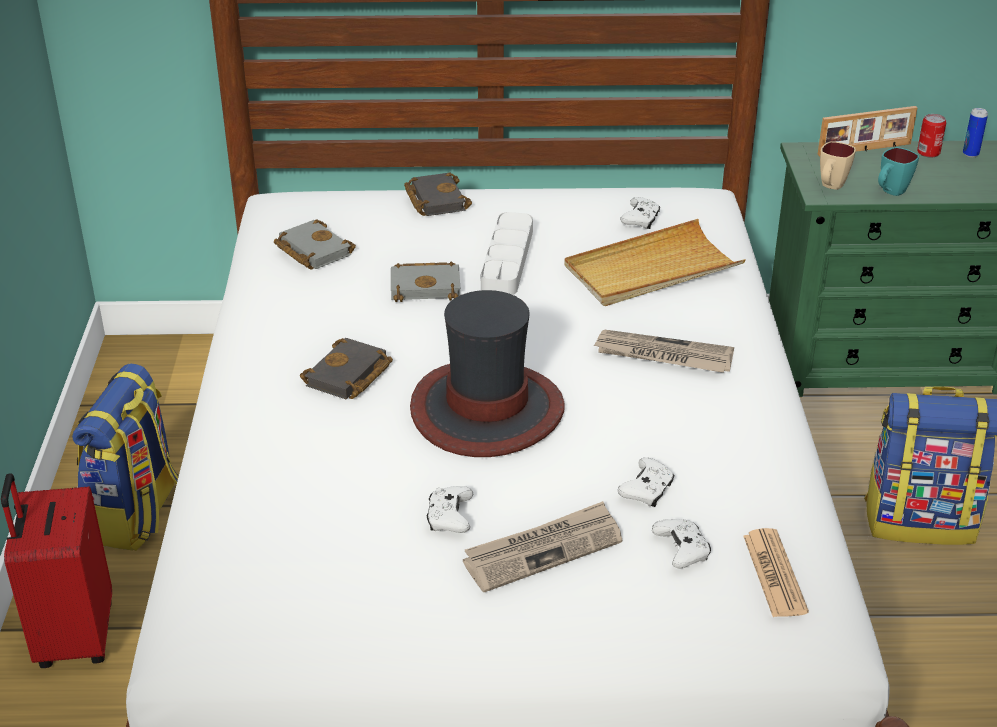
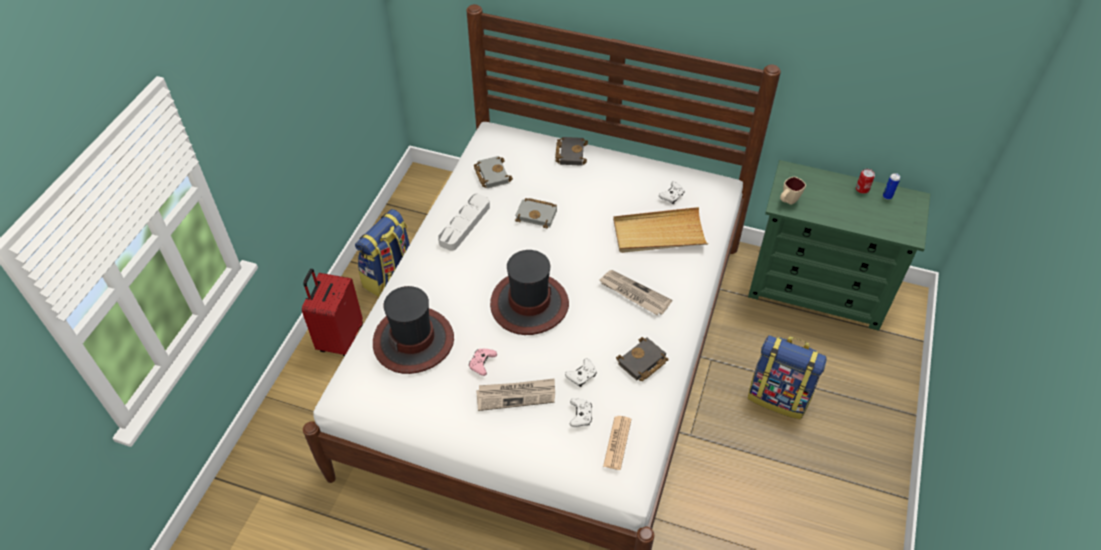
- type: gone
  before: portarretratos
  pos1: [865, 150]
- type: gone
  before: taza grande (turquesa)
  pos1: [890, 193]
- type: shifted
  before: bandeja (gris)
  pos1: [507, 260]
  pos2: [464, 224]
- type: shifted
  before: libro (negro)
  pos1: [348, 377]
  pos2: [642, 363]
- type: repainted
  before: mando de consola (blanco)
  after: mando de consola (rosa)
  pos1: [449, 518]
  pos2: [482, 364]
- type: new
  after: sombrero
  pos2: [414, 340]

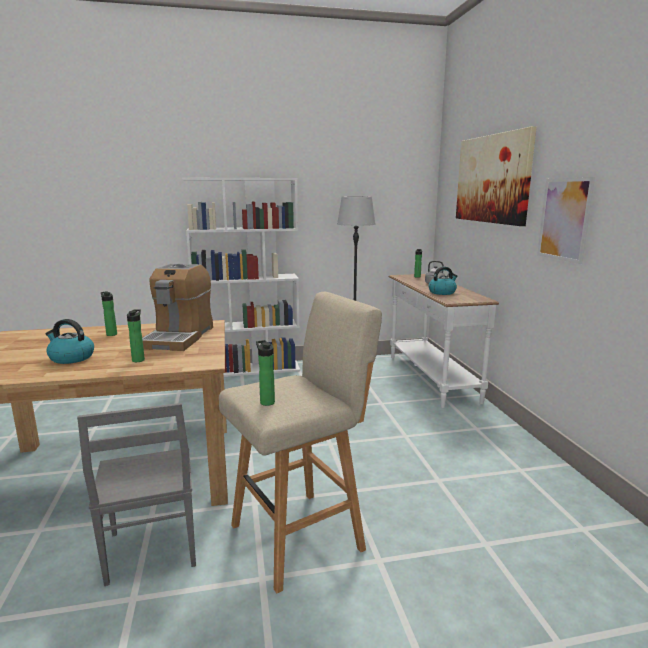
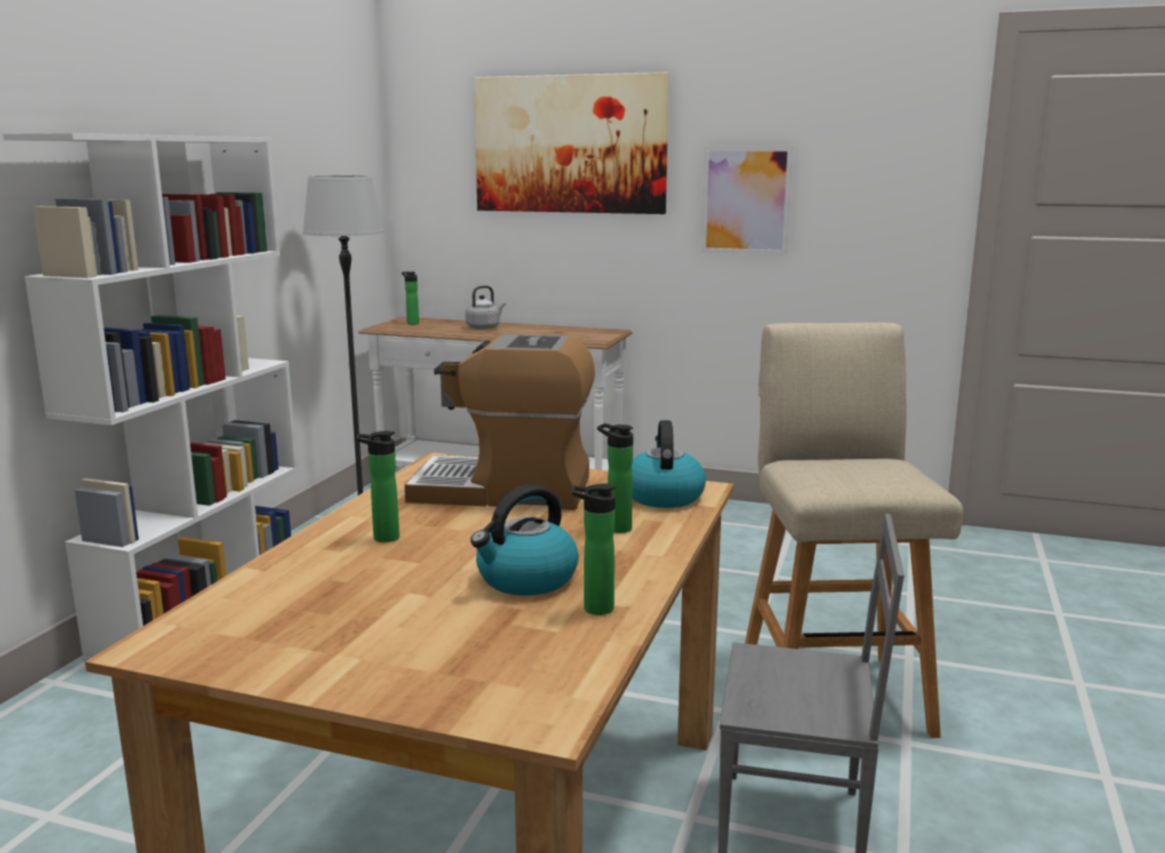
- type: rotated
  before: cafetera
  pos1: [179, 337]
  pos2: [505, 490]
  turn: 150
- type: shifted
  before: hervidor
  pos1: [442, 292]
  pos2: [663, 496]
- type: shifted
  before: botella
  pos1: [266, 402]
  pos2: [593, 608]

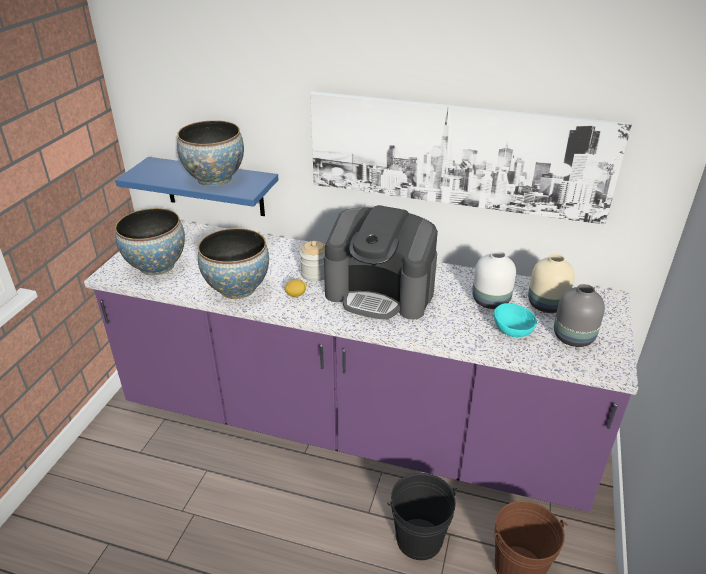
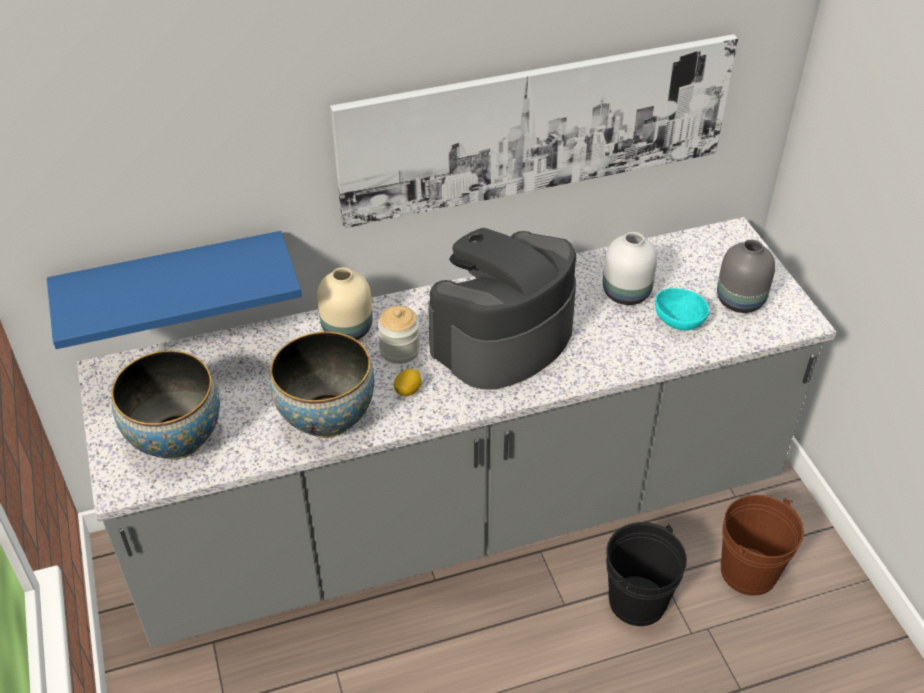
- type: gone
  before: cuenco
  pos1: [215, 179]
- type: rotated
  before: cafetera
  pos1: [380, 292]
  pos2: [502, 339]
  turn: 150
- type: repainted
  before: mueble bajo de cocina (morado)
  after: mueble bajo de cocina (gris)
  pos1: [353, 426]
  pos2: [462, 514]
- type: shifted
  before: florero (beis)
  pos1: [546, 305]
  pos2: [347, 330]

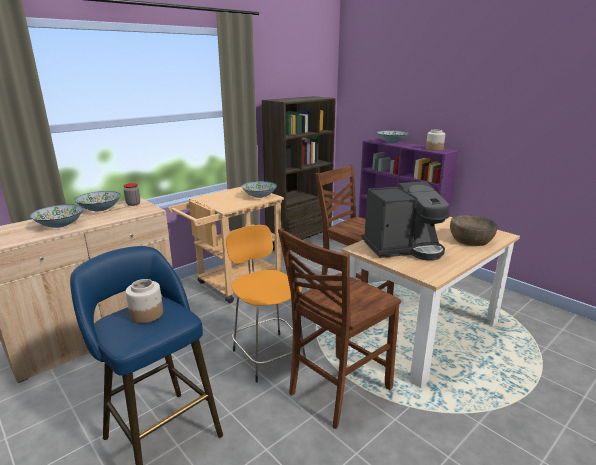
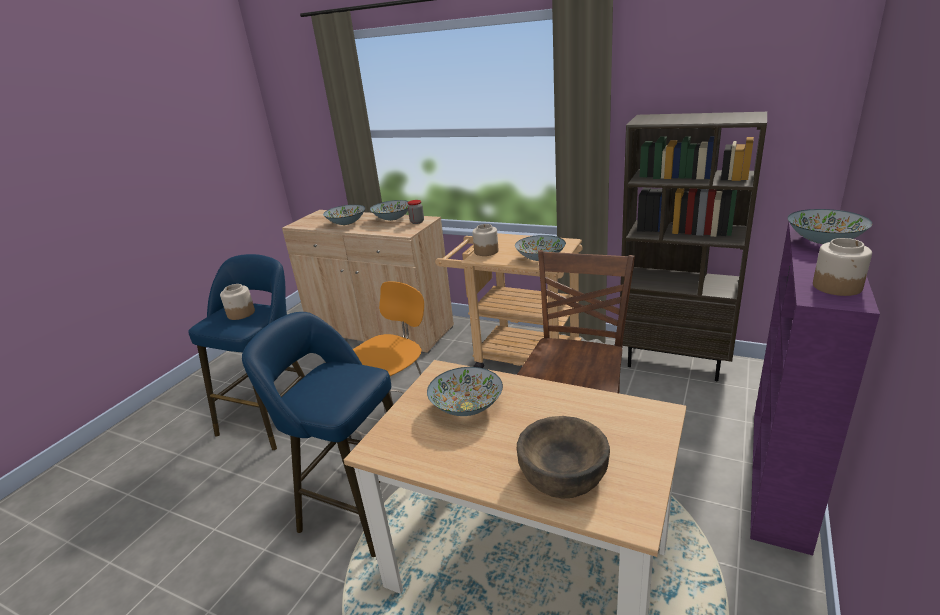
- type: swapped
  before: cafetera
  after: cuenco
  pos1: [403, 248]
  pos2: [467, 407]
- type: swapped
  before: silla (marrón)
  after: taburete (azul)
  pos1: [337, 390]
  pos2: [355, 506]
- type: new
  after: tarro
  pos2: [486, 251]

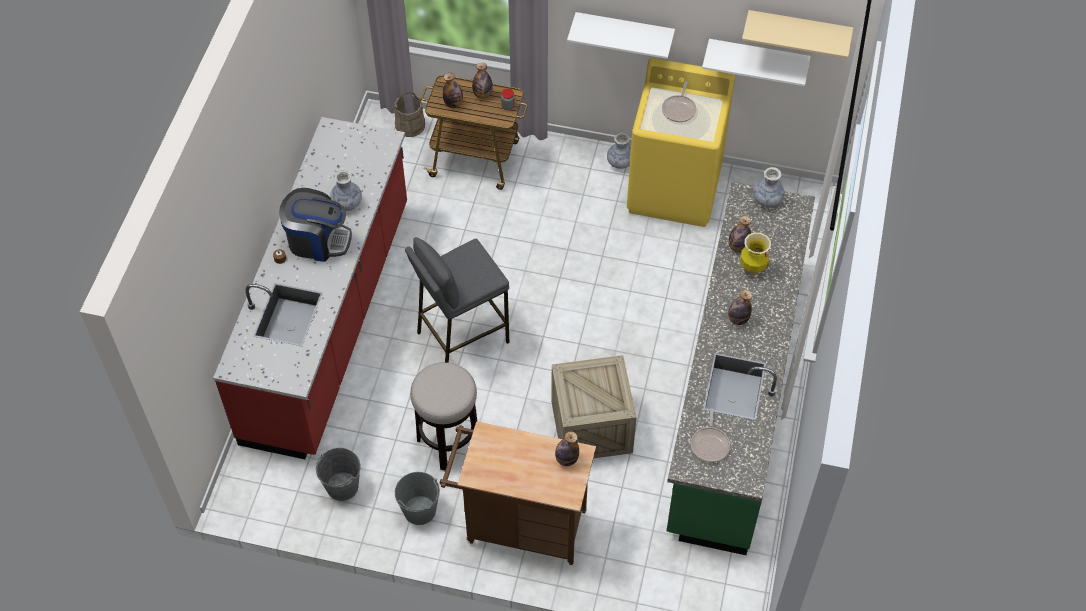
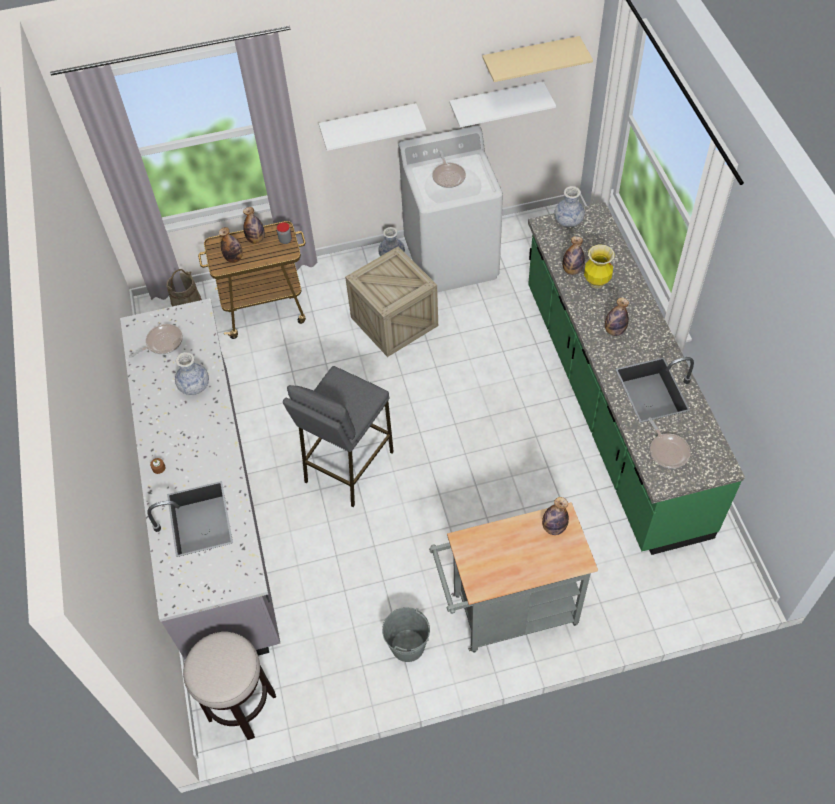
- type: repainted
  before: lavadora (amarillo)
  after: lavadora (blanco)
  pos1: [675, 189]
  pos2: [452, 259]
- type: repainted
  before: mueble bajo de cocina (rojo)
  after: mueble bajo de cocina (gris)
  pos1: [329, 321]
  pos2: [215, 510]
- type: gone
  before: cafetera
  pos1: [317, 240]
- type: shifted
  before: caja de embalaje
  pos1: [591, 426]
  pos2: [394, 321]
- type: shifted
  before: taburete
  pos1: [448, 442]
  pos2: [241, 706]
- type: repainted
  before: carrito (marrón)
  after: carrito (gris)
  pos1: [519, 525]
  pos2: [507, 612]
- type: gone
  before: cubo (gris)
  pos1: [342, 486]
- type: new
  after: sartén
  pos2: [162, 343]

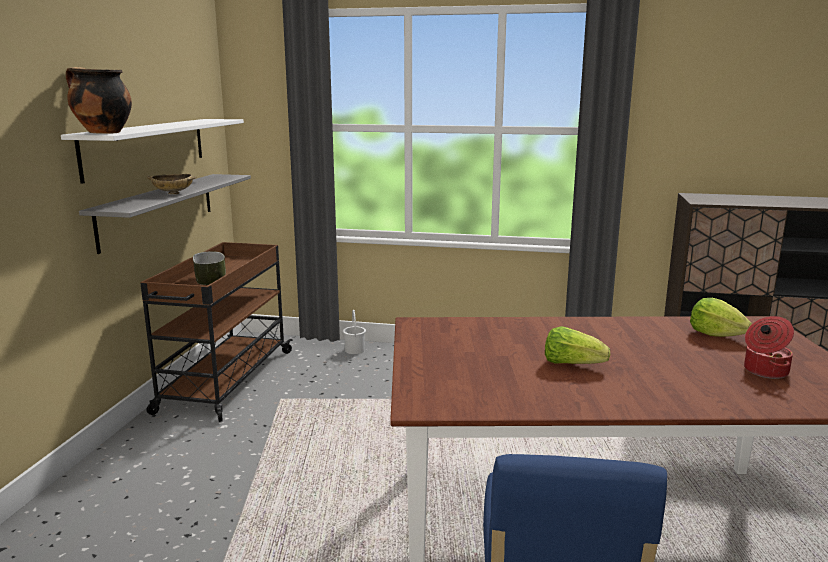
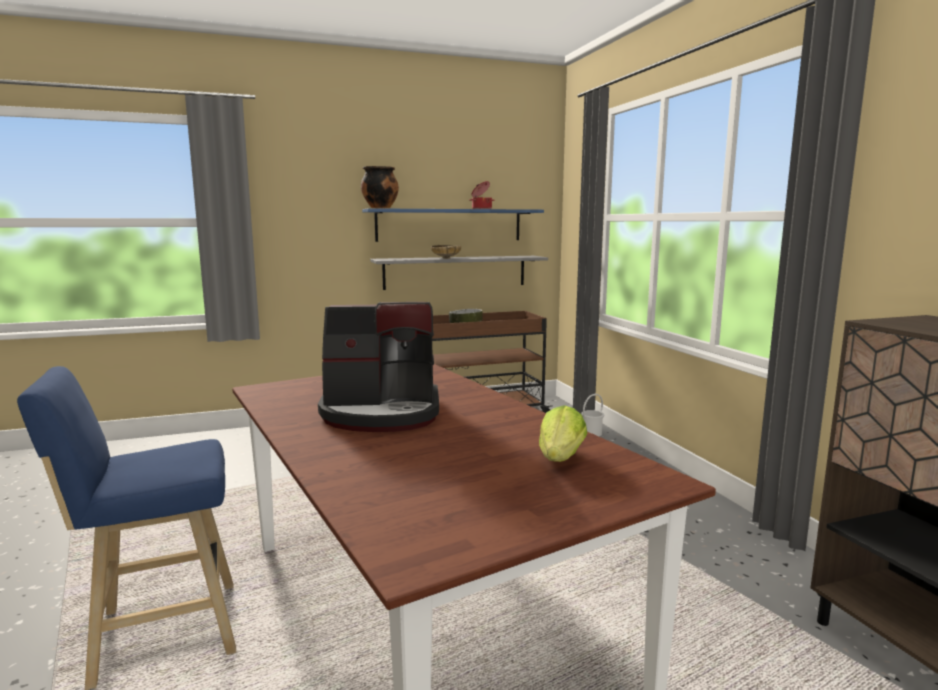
- type: repainted
  before: estante (blanco)
  after: estante (azul)
  pos1: [147, 147]
  pos2: [449, 225]
- type: shifted
  before: olla
  pos1: [764, 371]
  pos2: [481, 209]
- type: swapped
  before: lechuga
  after: cafetera
  pos1: [571, 364]
  pos2: [382, 413]

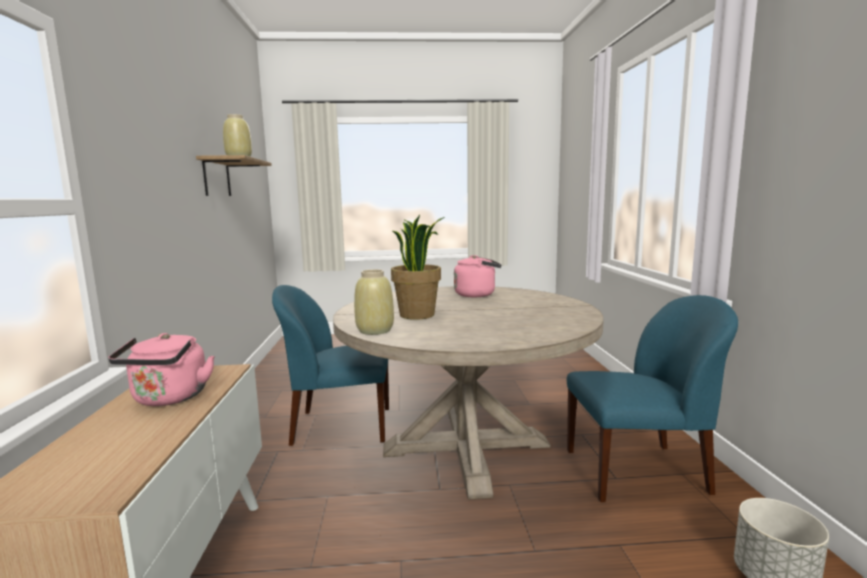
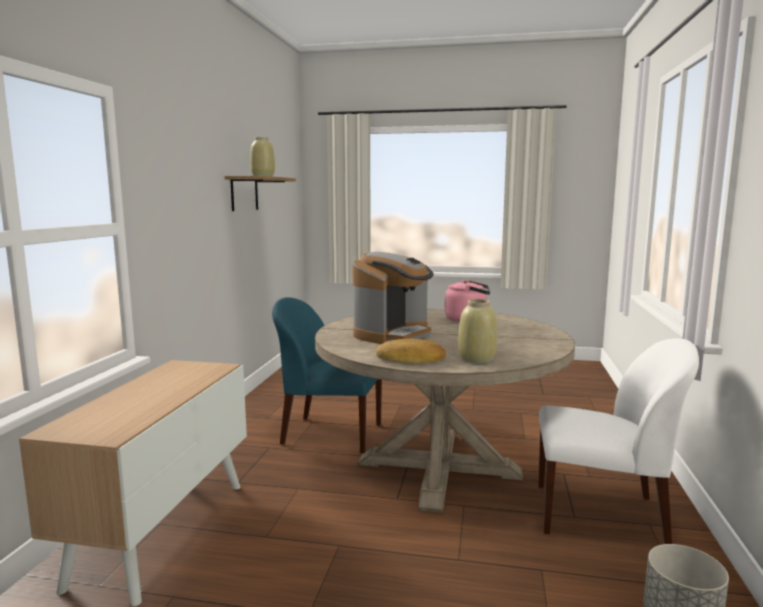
- type: swapped
  before: planta en maceta
  after: cafetera
  pos1: [418, 315]
  pos2: [393, 334]
- type: shifted
  before: florero (beis)
  pos1: [375, 330]
  pos2: [477, 359]
- type: repainted
  before: silla (azul)
  after: silla (blanco)
  pos1: [638, 471]
  pos2: [602, 515]
- type: gone
  before: hervidor (rosa)
  pos1: [169, 399]
- type: new
  after: pan
  pos2: [411, 359]

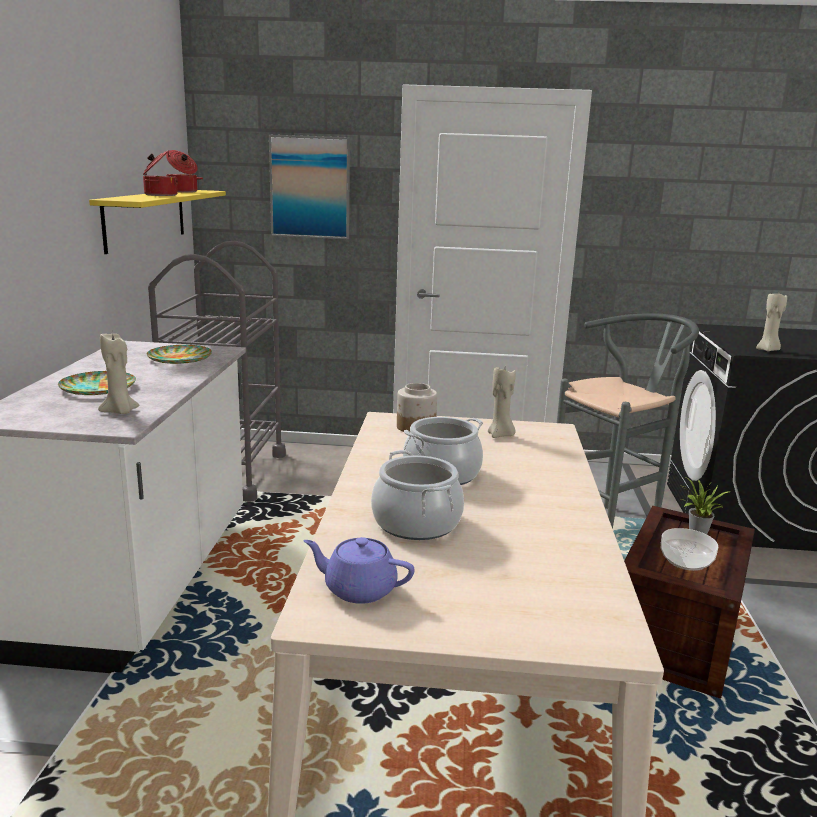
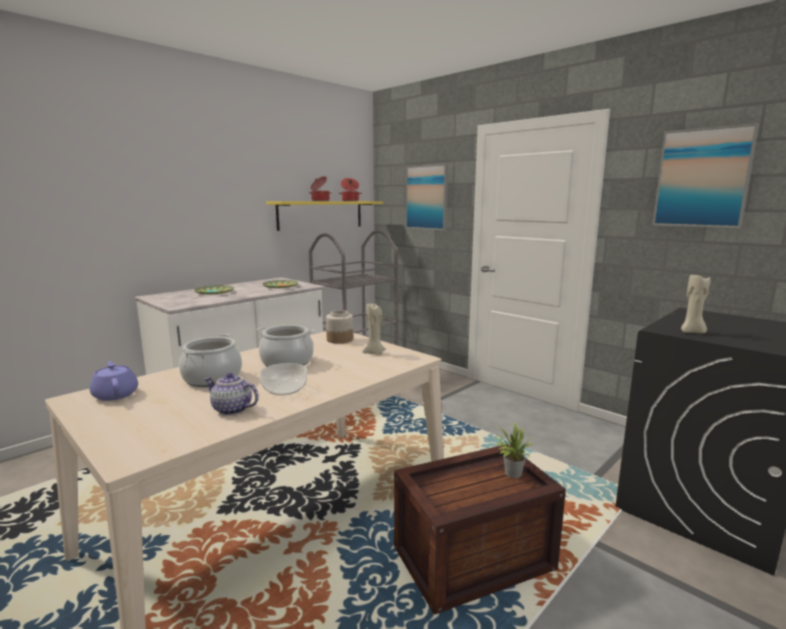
- type: gone
  before: taburete (gris)
  pos1: [611, 525]
- type: gone
  before: vela (beis)
  pos1: [120, 412]
- type: shifted
  before: cuenco
  pos1: [686, 561]
  pos2: [284, 389]
- type: new
  after: cuadro
  pos2: [702, 178]
- type: new
  after: tetera
  pos2: [231, 410]

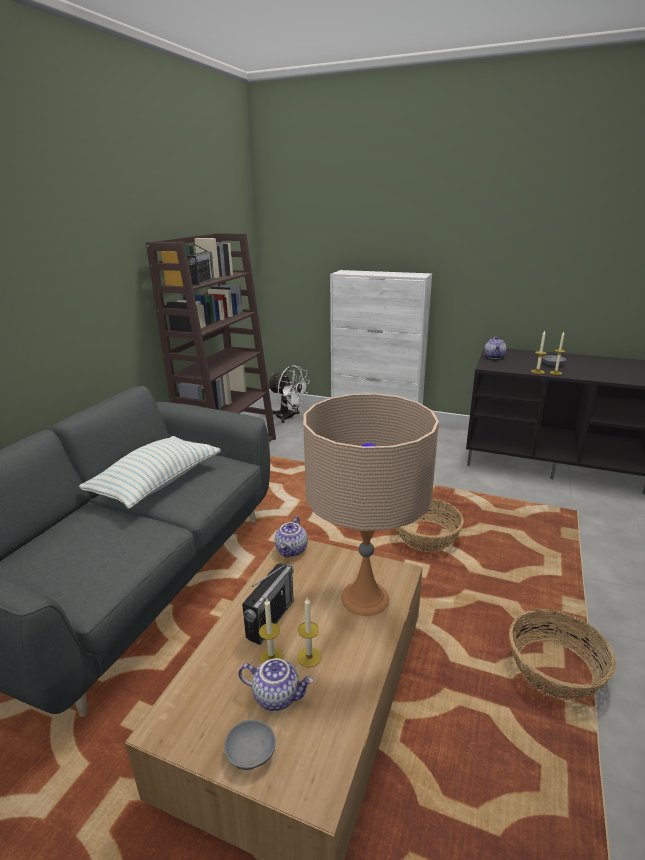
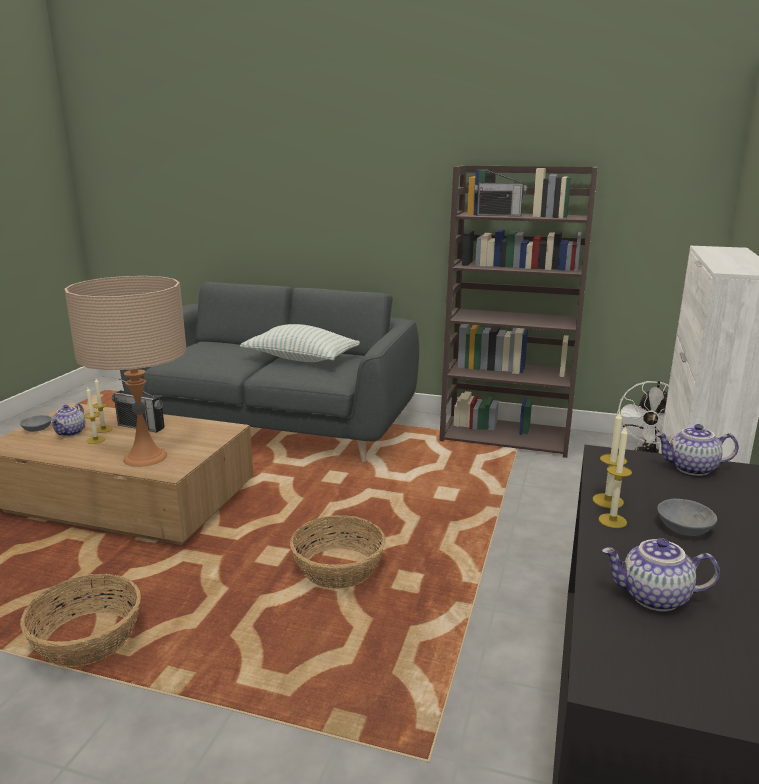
- type: shifted
  before: tetera
  pos1: [292, 550]
  pos2: [654, 598]

